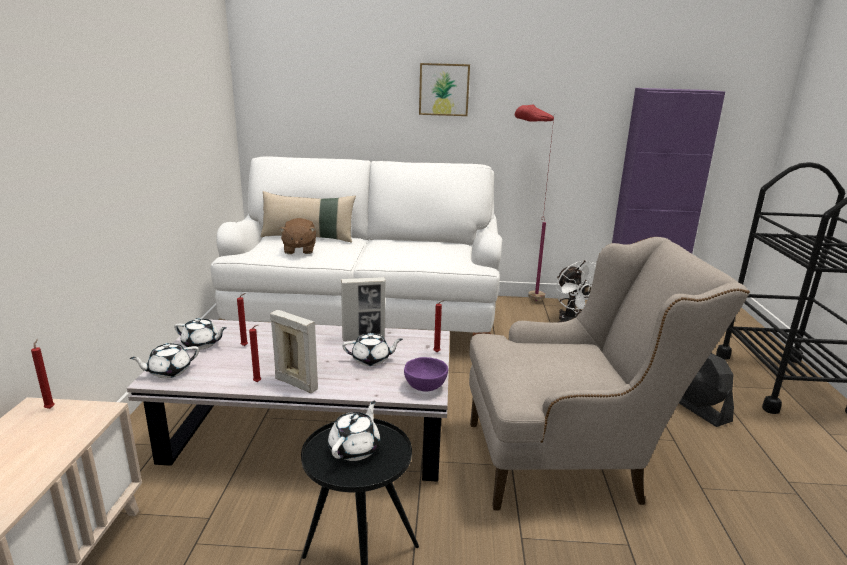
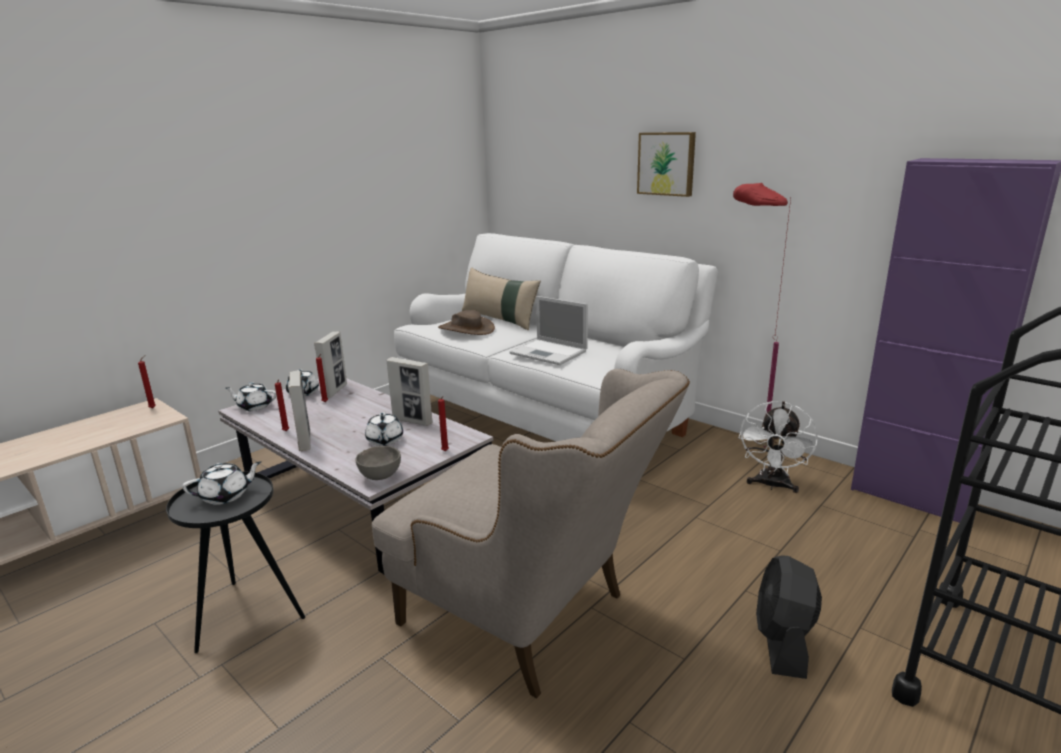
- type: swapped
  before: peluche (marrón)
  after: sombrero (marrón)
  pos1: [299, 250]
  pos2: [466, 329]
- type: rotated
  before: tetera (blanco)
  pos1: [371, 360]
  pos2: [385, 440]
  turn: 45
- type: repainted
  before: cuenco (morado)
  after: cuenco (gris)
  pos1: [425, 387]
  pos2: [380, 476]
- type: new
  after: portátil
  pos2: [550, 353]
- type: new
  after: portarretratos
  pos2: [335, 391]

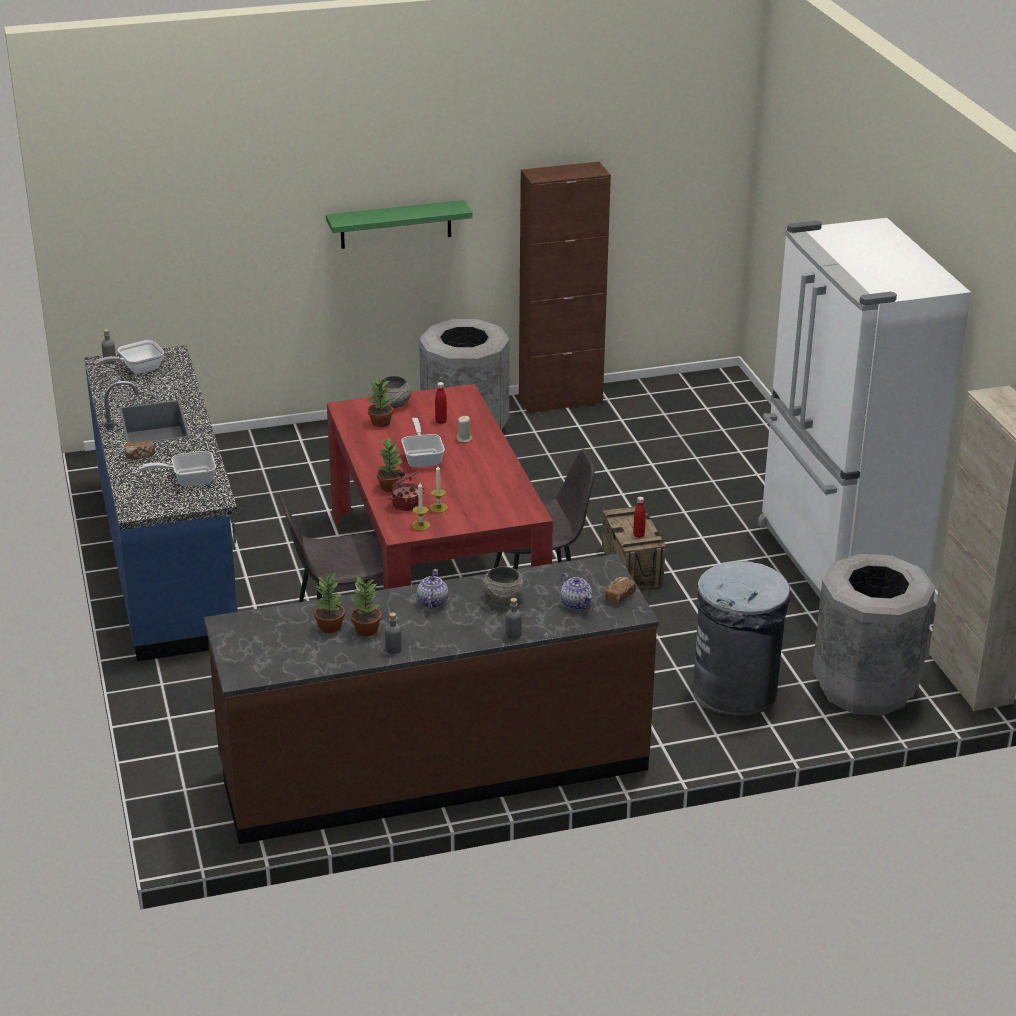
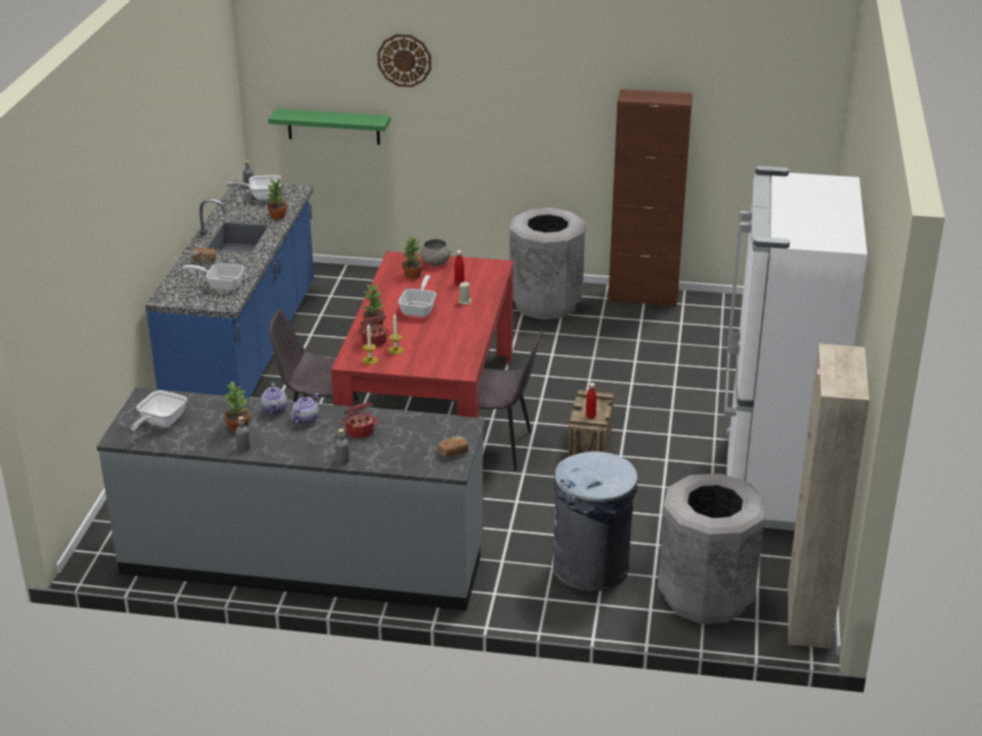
- type: shifted
  before: estante (verde)
  pos1: [396, 224]
  pos2: [333, 126]
- type: repainted
  before: mueble bajo de cocina (marrón)
  after: mueble bajo de cocina (gris)
  pos1: [434, 768]
  pos2: [303, 559]
- type: swapped
  before: cuenco (gris)
  after: olla
  pos1: [502, 599]
  pos2: [360, 431]
- type: shifted
  before: planta en maceta
  pos1: [330, 627]
  pos2: [278, 216]
- type: shifted
  before: tetera
  pos1: [576, 604]
  pos2: [275, 409]
- type: new
  after: reloj de pared
  pos2: [404, 60]
- type: new
  after: sartén
  pos2: [160, 423]

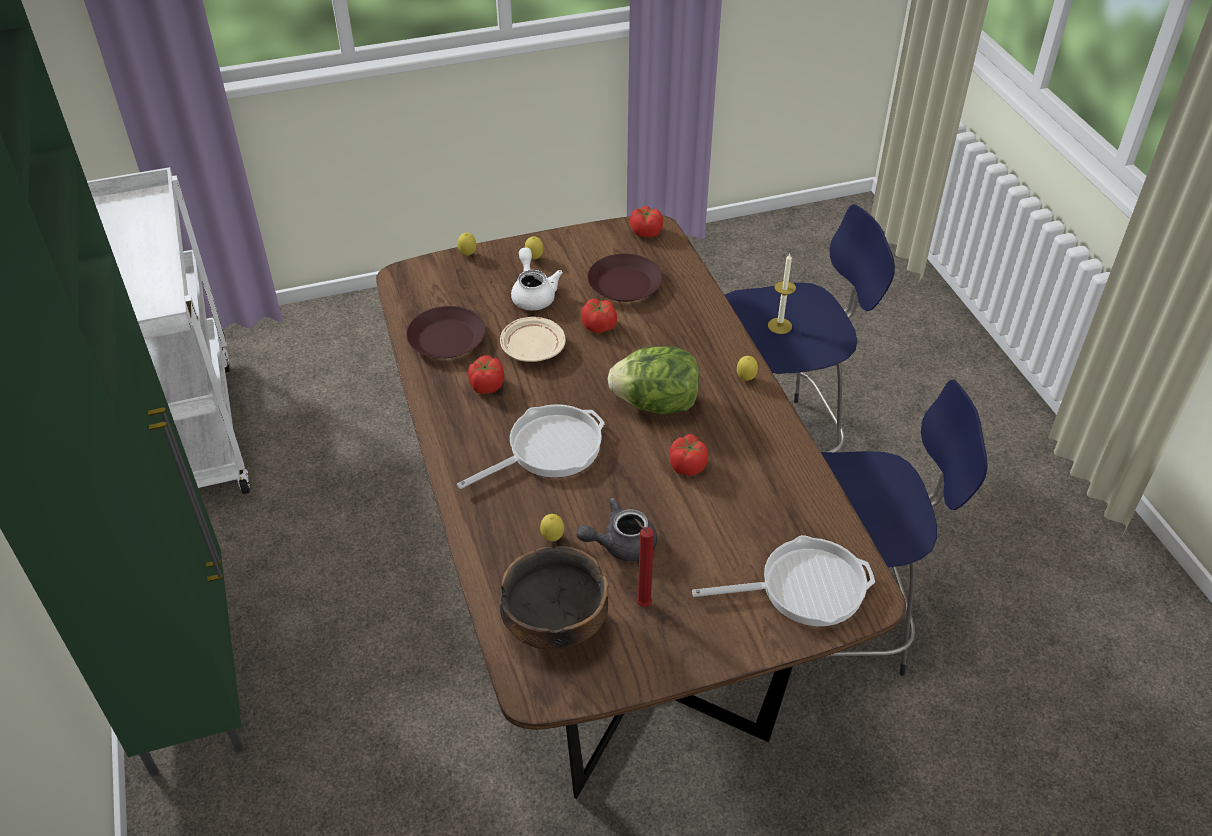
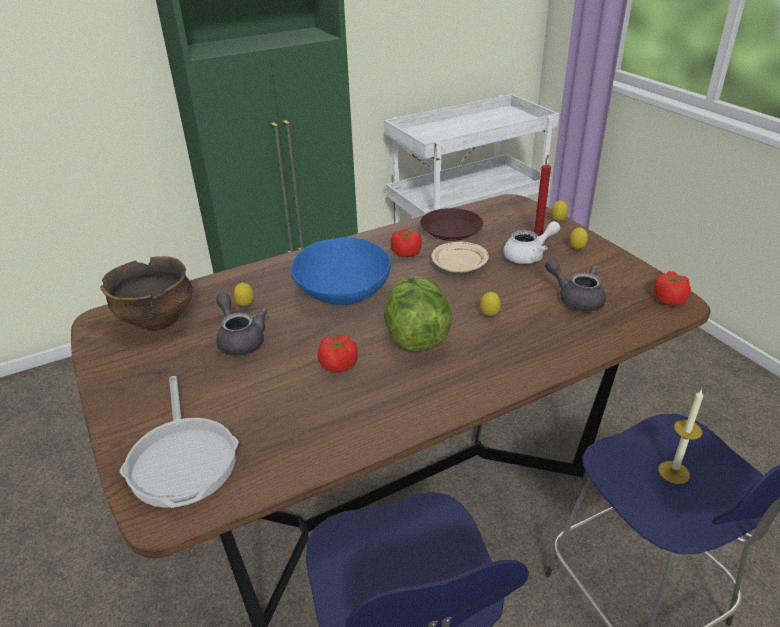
- type: swapped
  before: plato (marrón)
  after: tetera (gris)
  pos1: [624, 285]
  pos2: [575, 298]
- type: gone
  before: tomate
  pos1: [599, 326]
- type: shifted
  before: limón
  pos1: [746, 379]
  pos2: [489, 316]
- type: swapped
  before: sartén
  after: cuenco (azul)
  pos1: [548, 449]
  pos2: [343, 290]
- type: shifted
  before: vela (rojo)
  pos1: [641, 603]
  pos2: [538, 236]

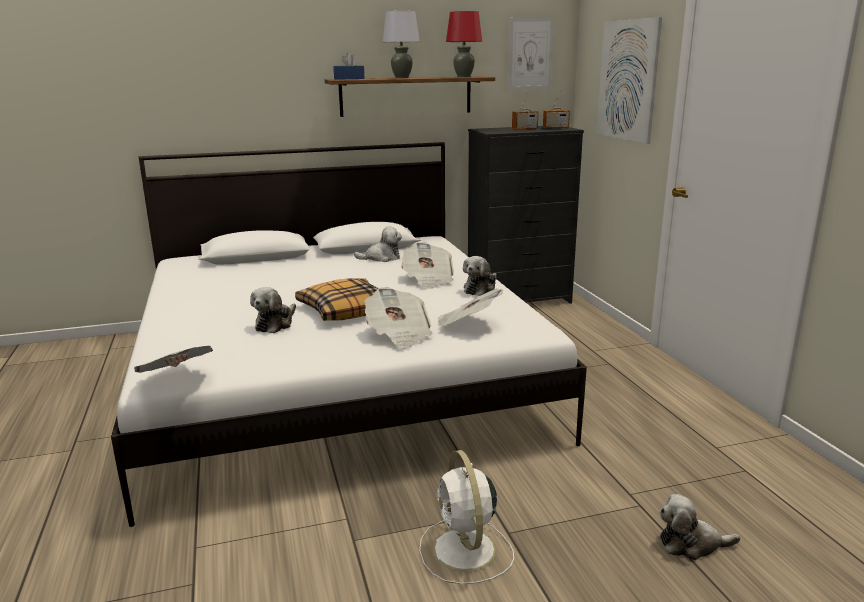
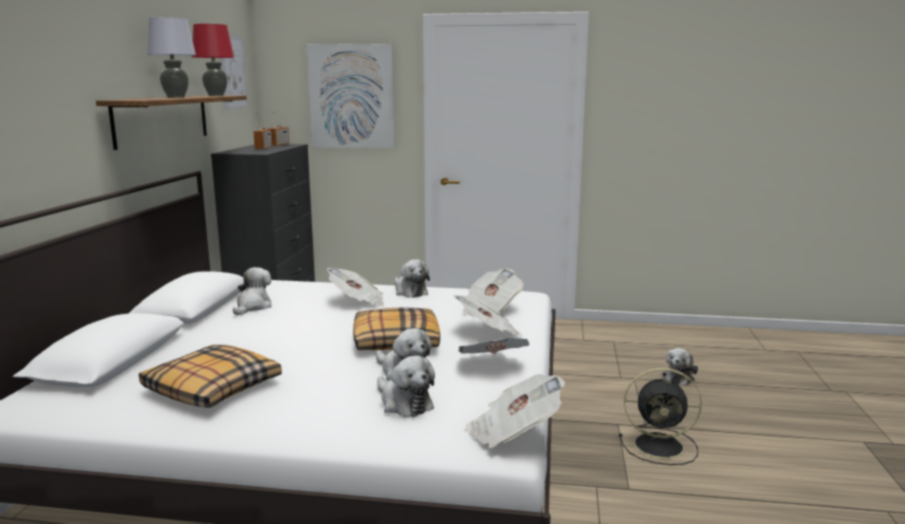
- type: gone
  before: caja de pañuelos (azul)
  pos1: [349, 79]
- type: repainted
  before: ventilador (blanco)
  after: ventilador (negro)
  pos1: [465, 551]
  pos2: [661, 446]
- type: new
  after: periódico
  pos2: [492, 365]
- type: new
  after: cojín
  pos2: [212, 389]
- type: new
  after: peluche
  pos2: [404, 403]

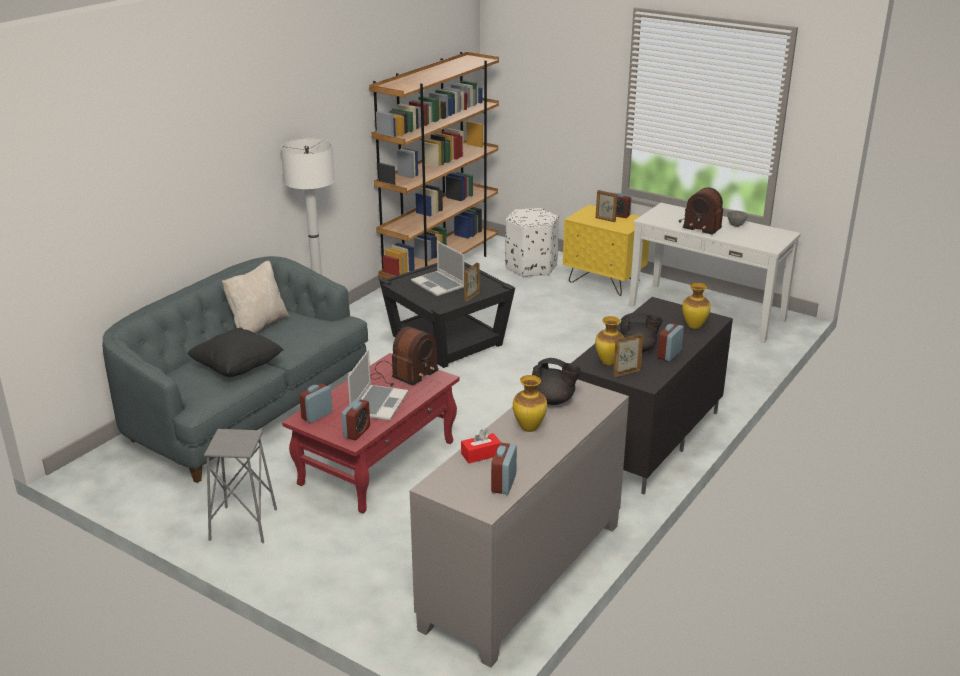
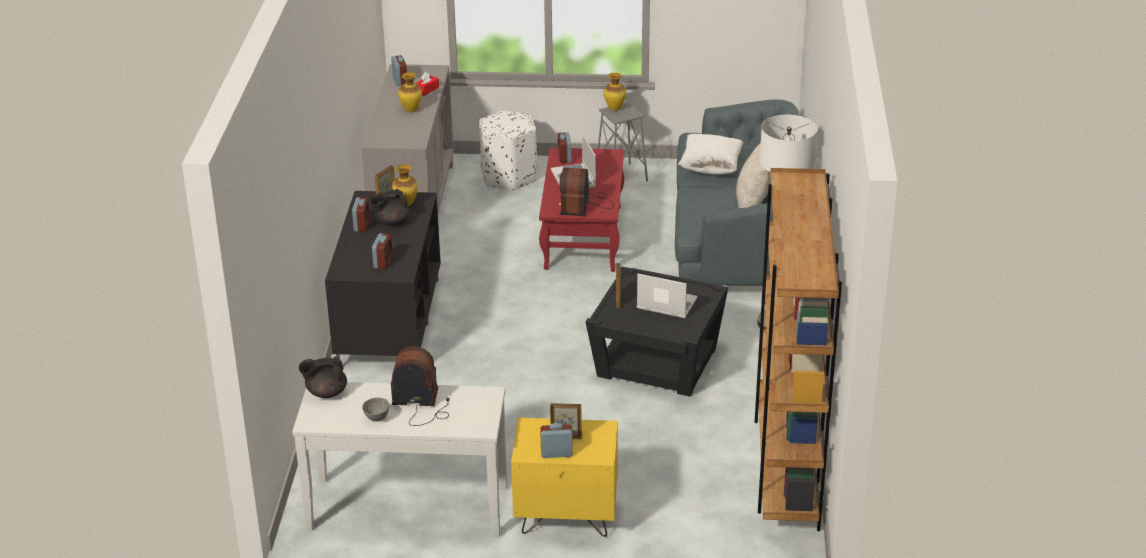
- type: shifted
  before: puf (blanco)
  pos1: [531, 267]
  pos2: [509, 177]
- type: shifted
  before: florero
  pos1: [694, 326]
  pos2: [614, 109]
- type: repainted
  before: cojín (negro)
  after: cojín (blanco)
  pos1: [237, 368]
  pos2: [710, 168]
- type: shifted
  before: tetera (negro)
  pos1: [553, 400]
  pos2: [326, 392]
- type: shifted
  before: despertador
  pos1: [317, 415]
  pos2: [383, 262]

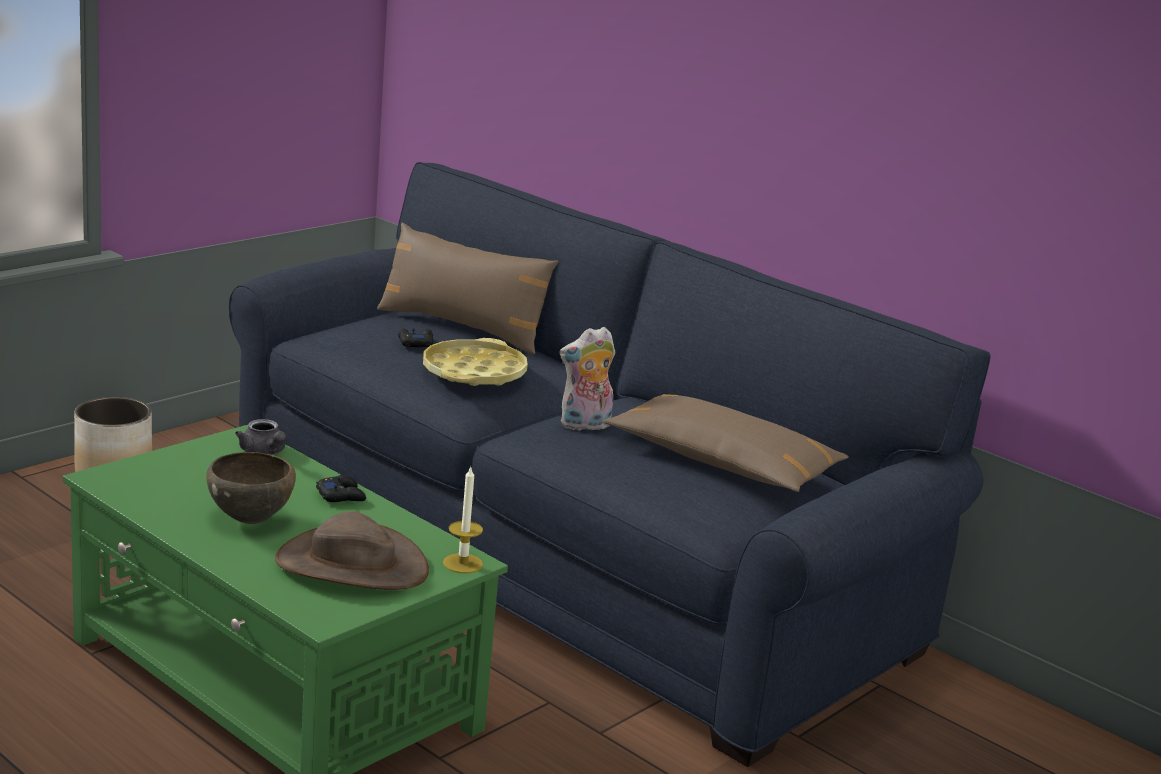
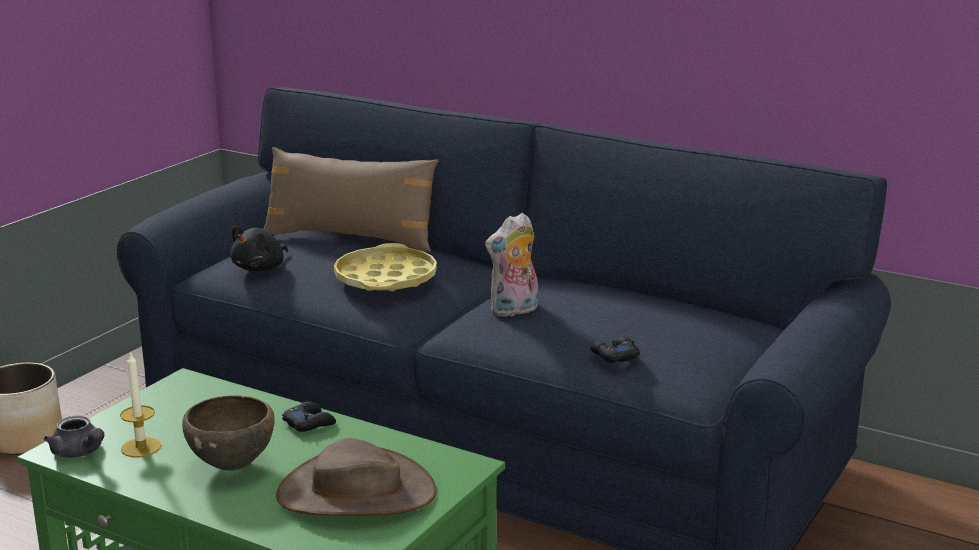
- type: shifted
  before: mando de consola (negro)
  pos1: [415, 343]
  pos2: [614, 356]
- type: gone
  before: cojín (marrón)
  pos1: [722, 463]
- type: shifted
  before: tetera (gris)
  pos1: [264, 452]
  pos2: [79, 453]
- type: shifted
  before: vela
  pos1: [463, 563]
  pos2: [141, 447]
- type: new
  after: peluche (negro)
  pos2: [261, 268]

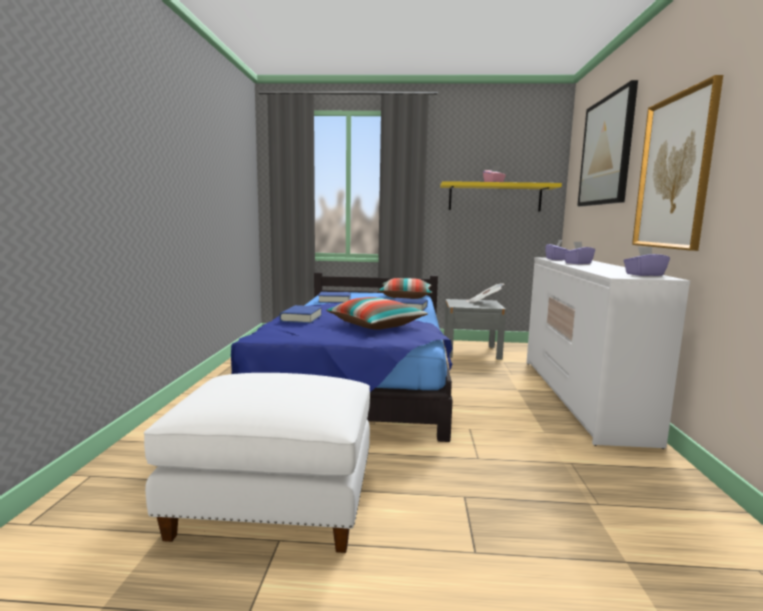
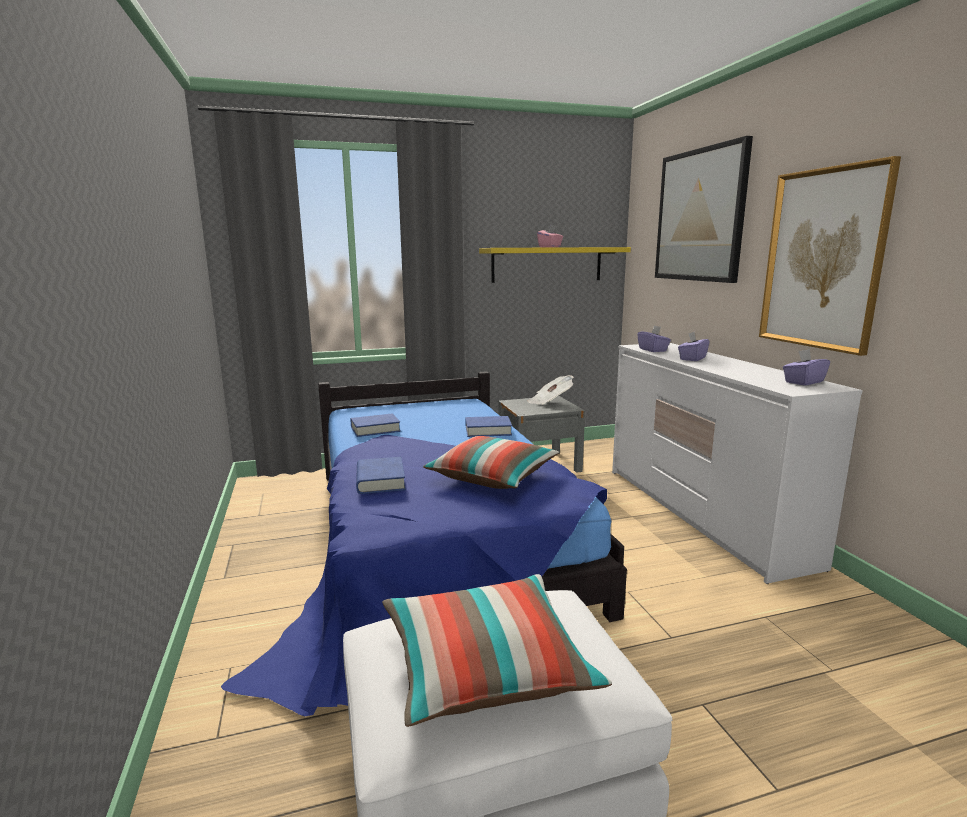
- type: shifted
  before: cojín
  pos1: [405, 297]
  pos2: [486, 667]

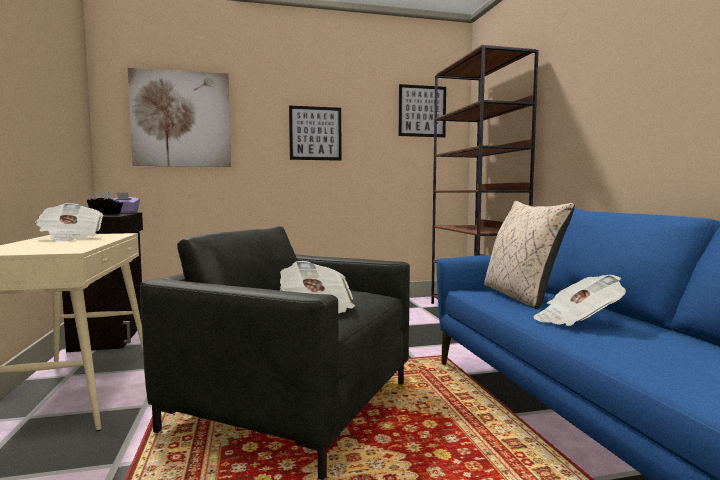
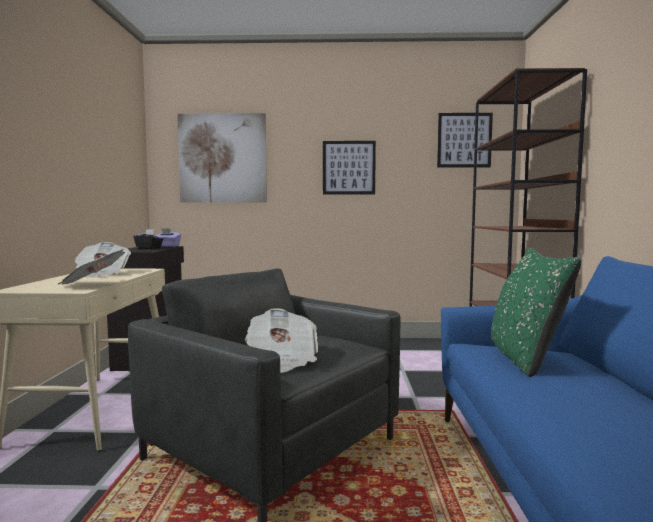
- type: repainted
  before: cojín (beis)
  after: cojín (verde)
  pos1: [520, 296]
  pos2: [525, 358]
- type: shifted
  before: periódico
  pos1: [576, 321]
  pos2: [92, 285]

